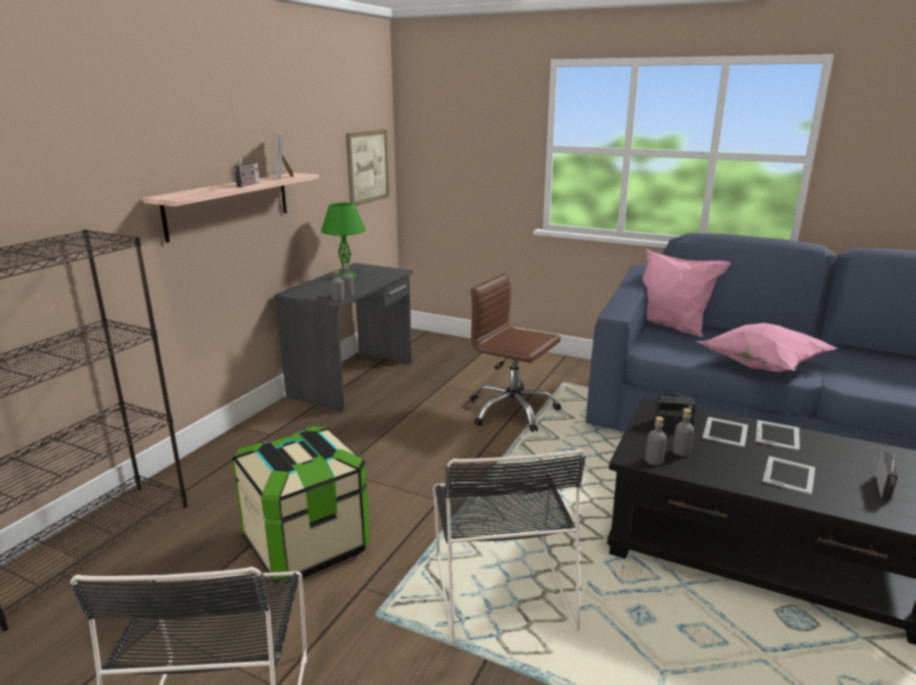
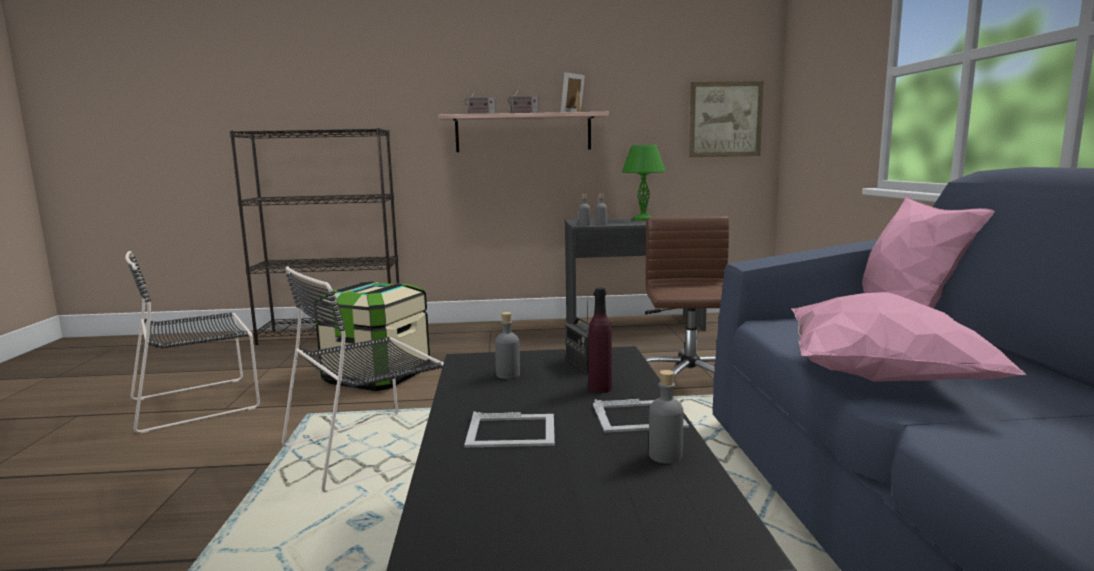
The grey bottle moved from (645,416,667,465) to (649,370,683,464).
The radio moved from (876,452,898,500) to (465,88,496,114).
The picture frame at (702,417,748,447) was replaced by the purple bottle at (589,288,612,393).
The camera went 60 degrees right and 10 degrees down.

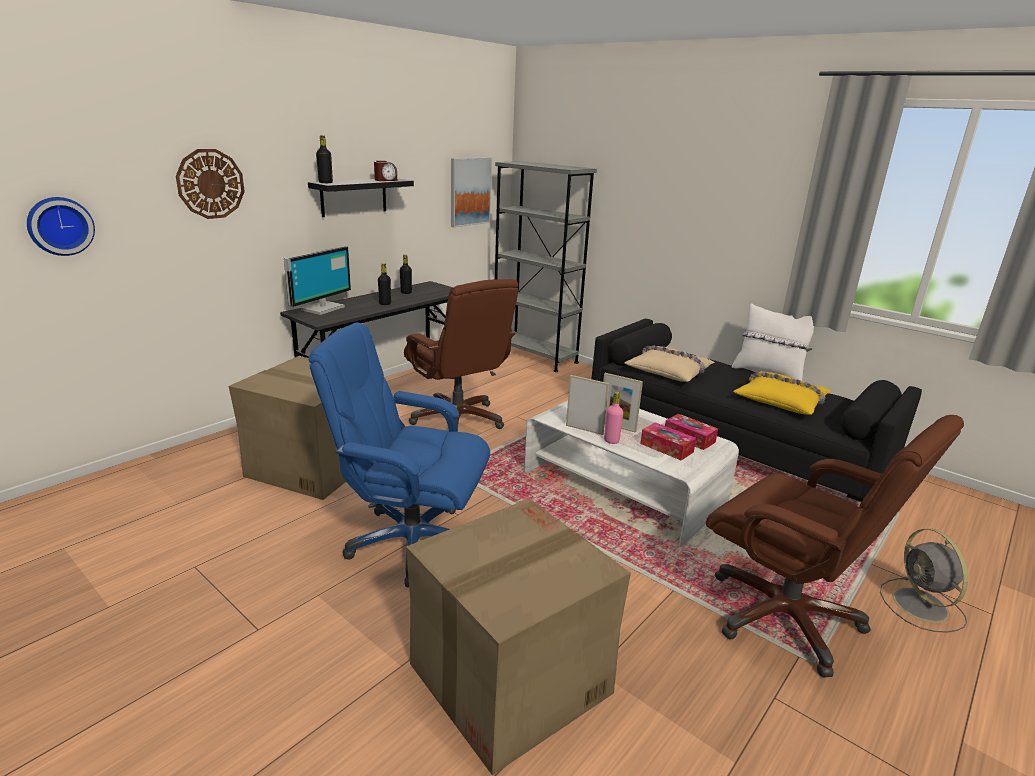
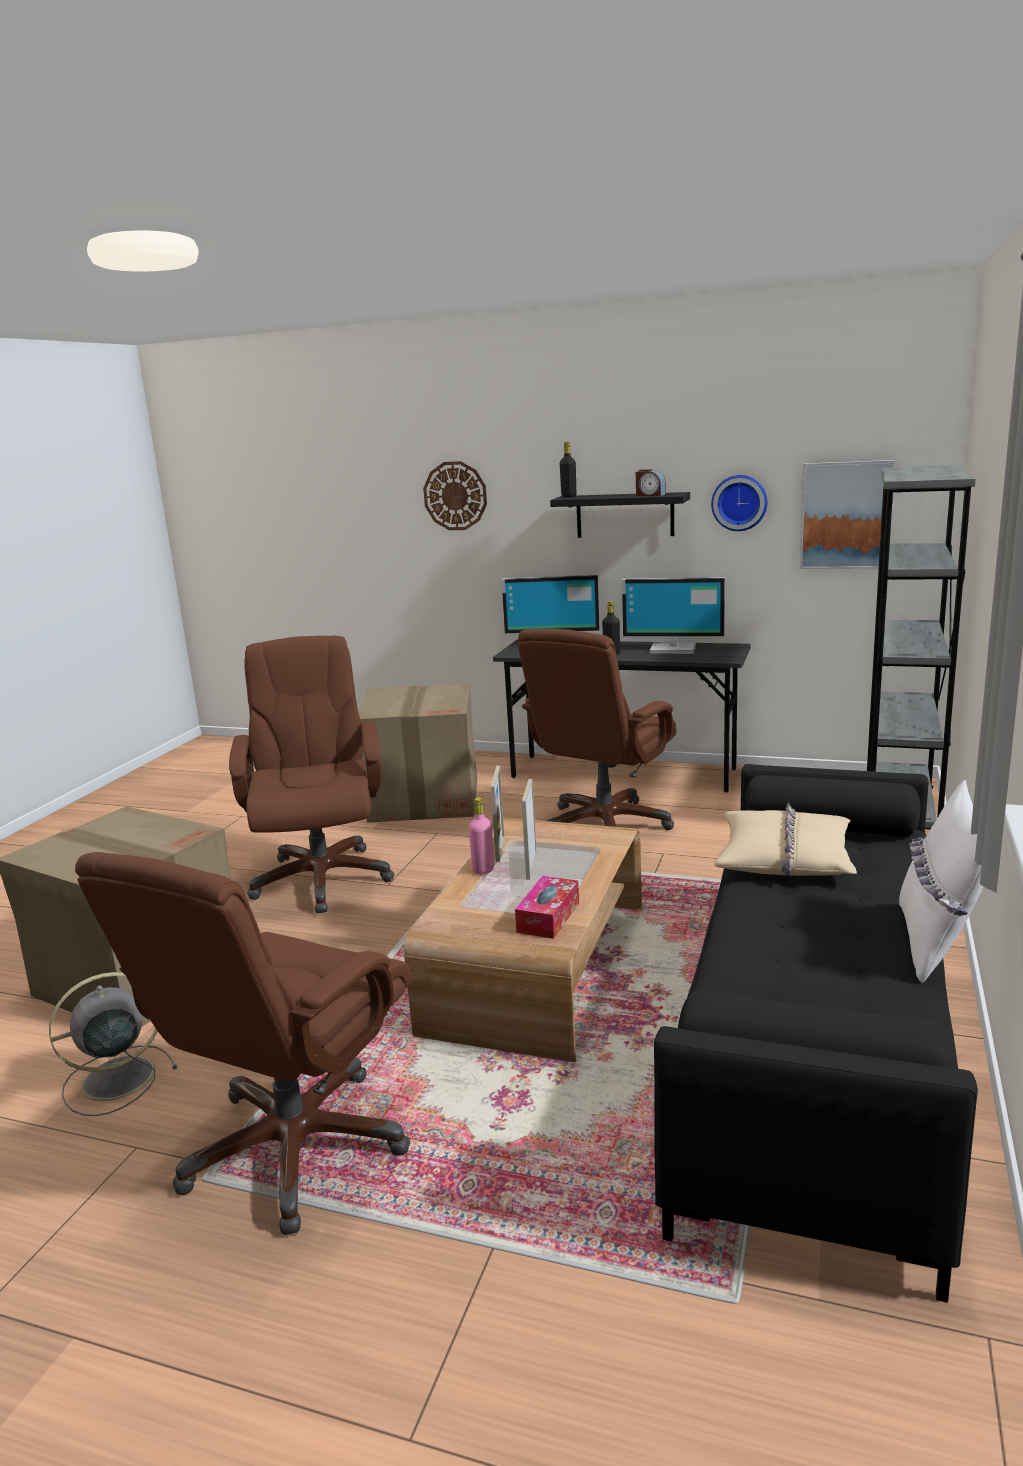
The tissue box at (640,422,696,461) disappeared.
The yellow pillow at (733,371,831,415) disappeared.
The wall clock moved from (27,197,95,256) to (711,475,768,531).
The grey fan moved from (880,529,968,633) to (49,972,177,1116).
The black bottle at (400,255,412,294) was replaced by the monitor at (622,577,725,654).
The blue office chair at (308,322,490,587) became the brown office chair at (229,636,394,913).
The white coffee table at (524,400,739,547) became the brown coffee table at (404,818,642,1062).
The camera went 70 degrees right and 5 degrees down.

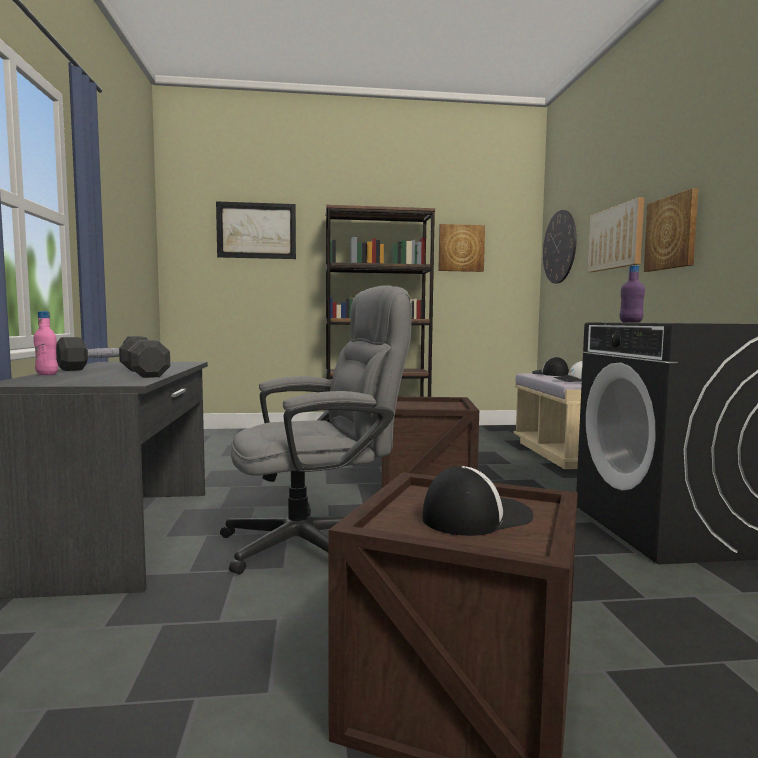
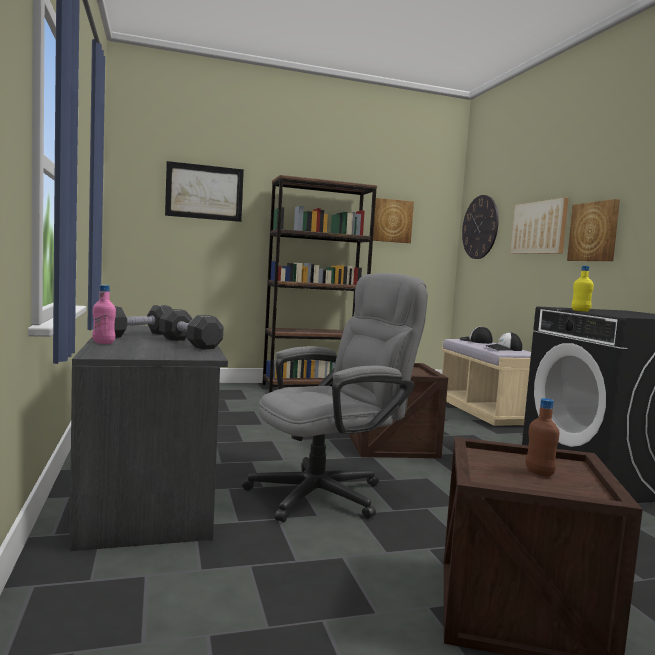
The cap at (422,466,534,536) was replaced by the brown bottle at (526,398,559,477).
The purple bottle at (619,265,645,322) became the yellow bottle at (571,266,594,312).
The camera went 10 degrees left and 0 degrees up.

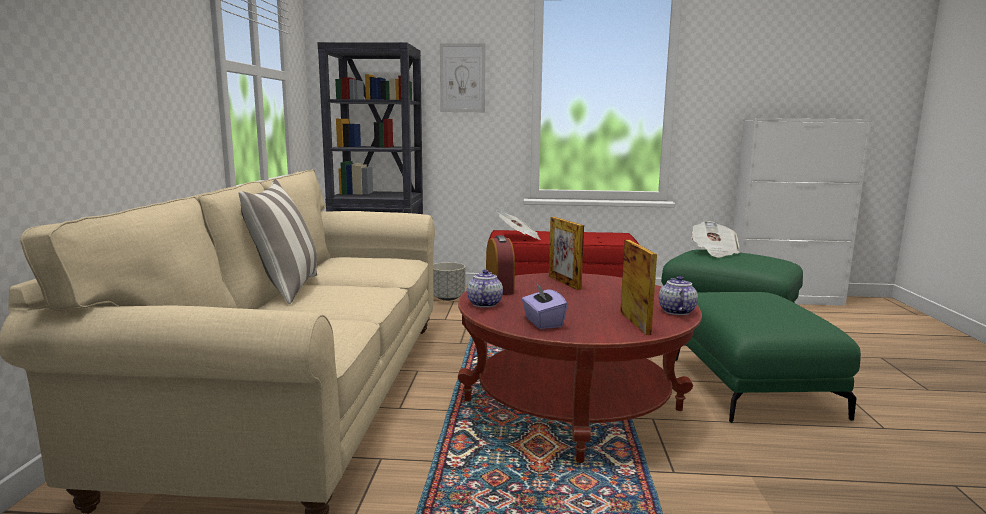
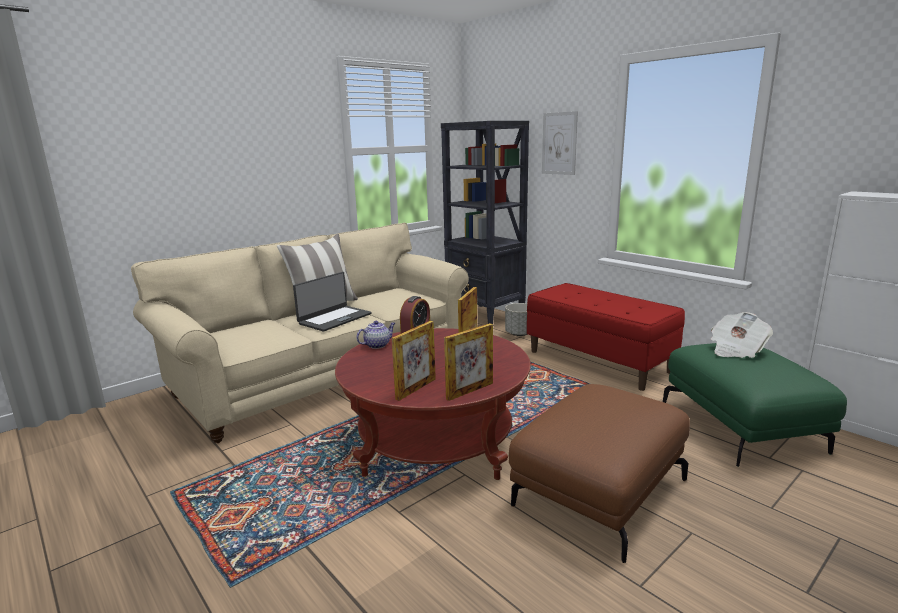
The newspaper at (496,210,541,240) disappeared.
The purple tissue box at (522,283,567,329) disappeared.
The laptop at (293,272,372,332) appeared.
The teapot at (659,276,698,315) was replaced by the picture frame at (444,323,493,401).
The green ottoman at (675,292,861,423) became the brown ottoman at (509,384,690,563).
The camera went 45 degrees right and 5 degrees up.

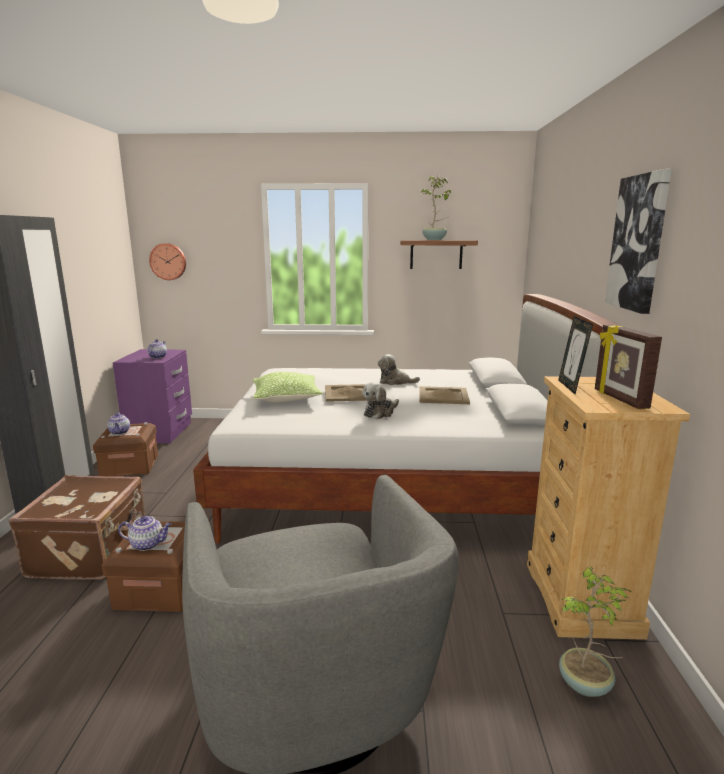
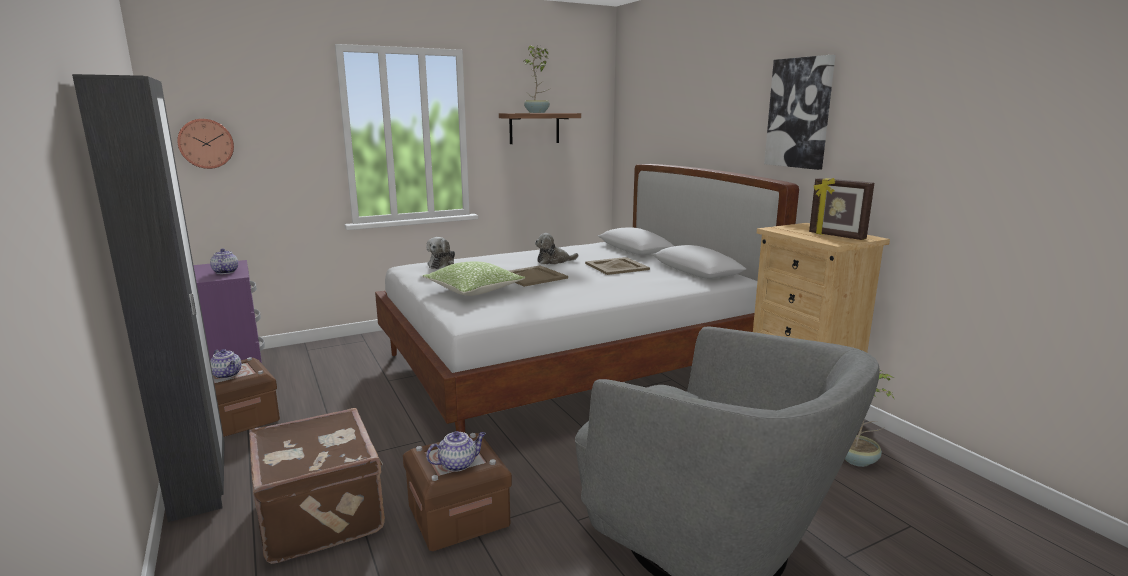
The picture frame at (558,316,593,394) disappeared.
The plush toy moved from (362,382,399,419) to (427,237,455,269).
The camera went 30 degrees left and 0 degrees up.

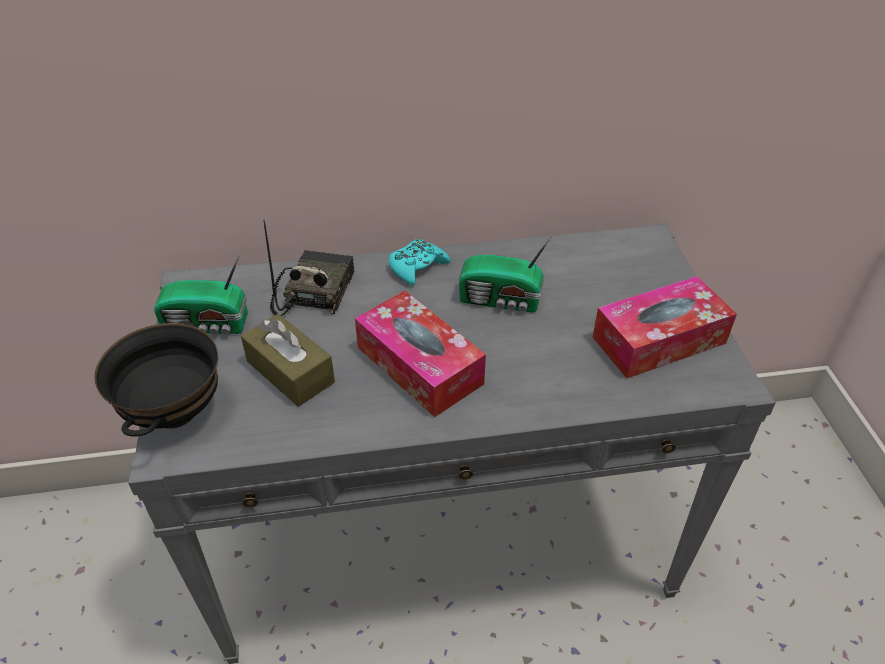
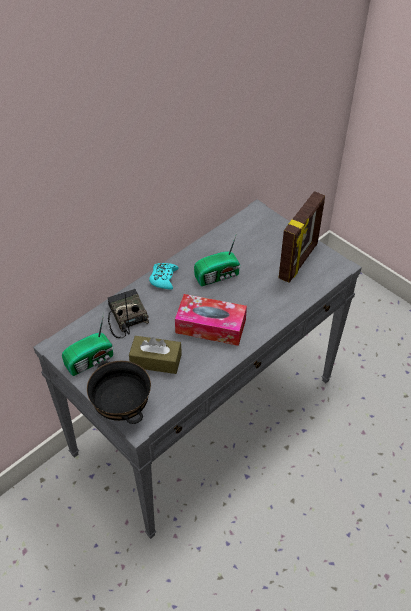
The tissue box at (593,276,737,378) was replaced by the picture frame at (279,191,325,283).
The camera went 35 degrees left and 5 degrees up.

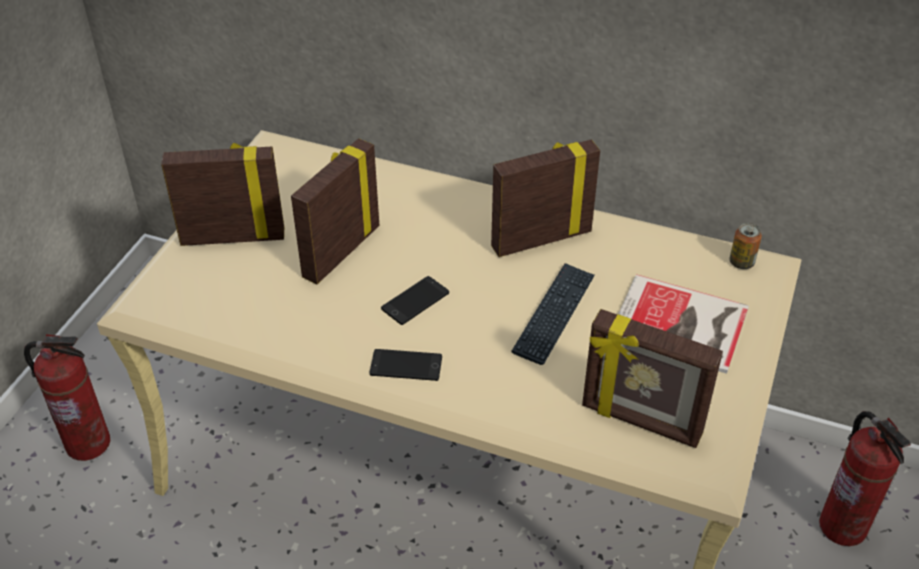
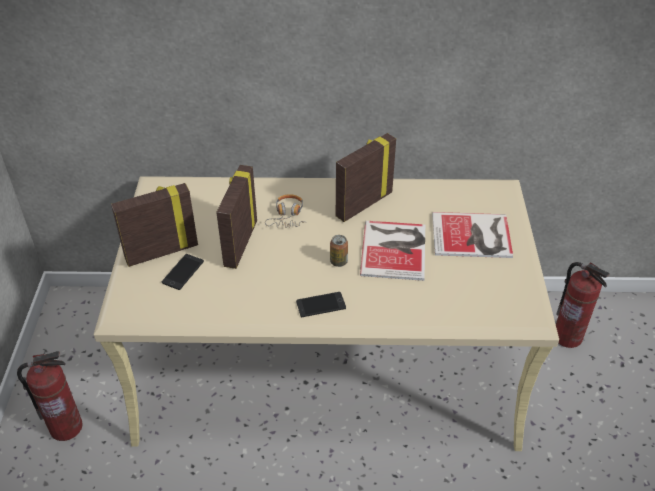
The picture frame at (582,309,723,448) disappeared.
The headphones at (265,194,304,228) appeared.
The phone moved from (381,276,449,325) to (162,254,204,290).
The can moved from (730,223,762,269) to (330,235,348,267).
The keyboard at (511,263,595,365) was replaced by the book at (360,221,425,281).
The camera went 20 degrees left and 0 degrees up.

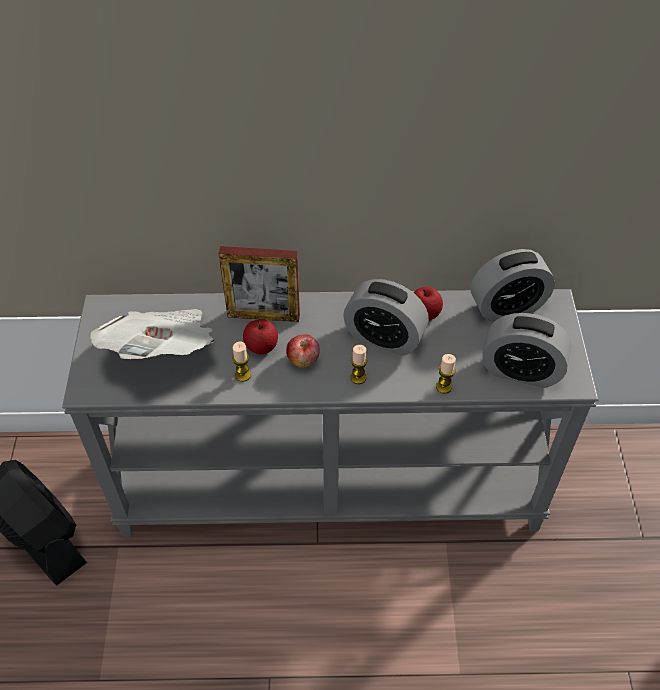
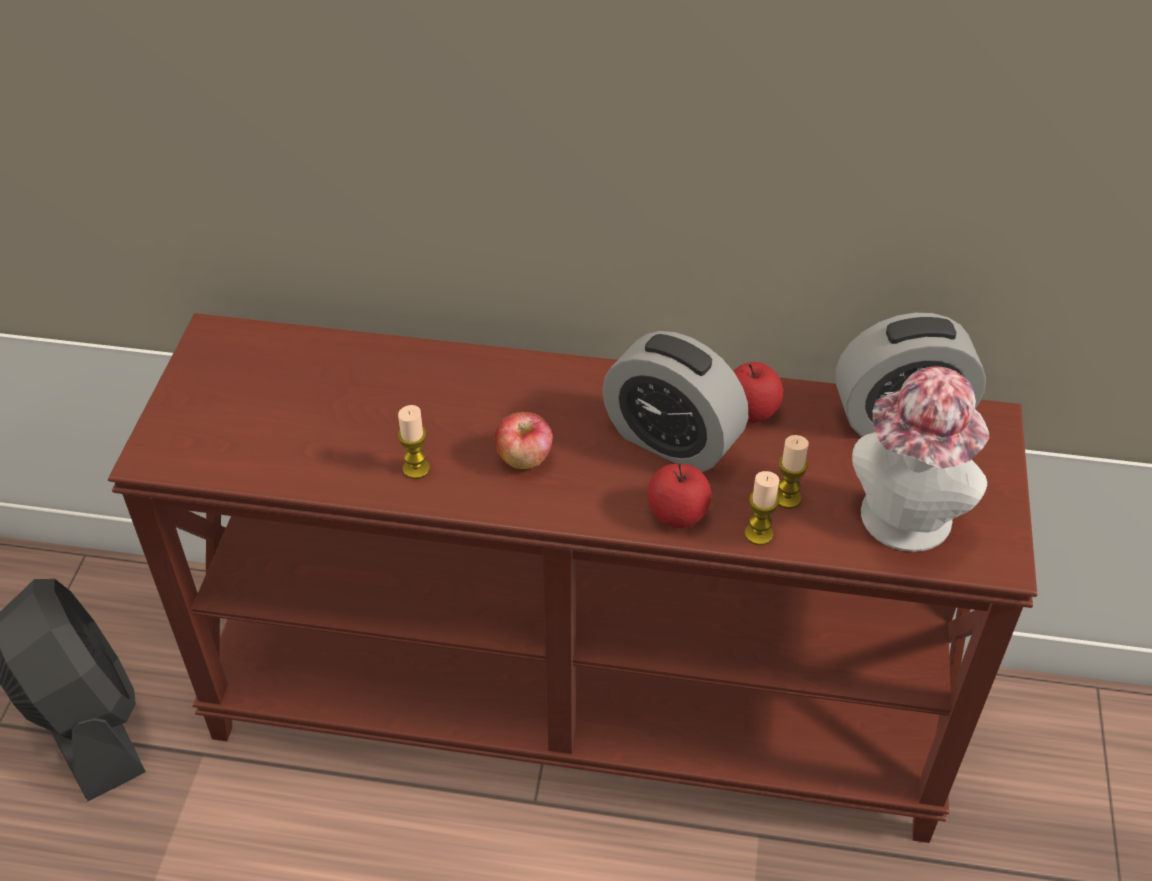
The newspaper at (90,309,214,359) disappeared.
The picture frame at (219,246,300,322) disappeared.
The apple moved from (243,319,278,355) to (647,464,711,528).
The candle moved from (351,345,367,384) to (777,435,809,509).
The alarm clock at (482,313,571,388) was replaced by the hat at (852,366,989,552).
The grey console table at (62,289,599,537) became the brown console table at (108,313,1037,843).
The camera went 10 degrees right and 5 degrees down.

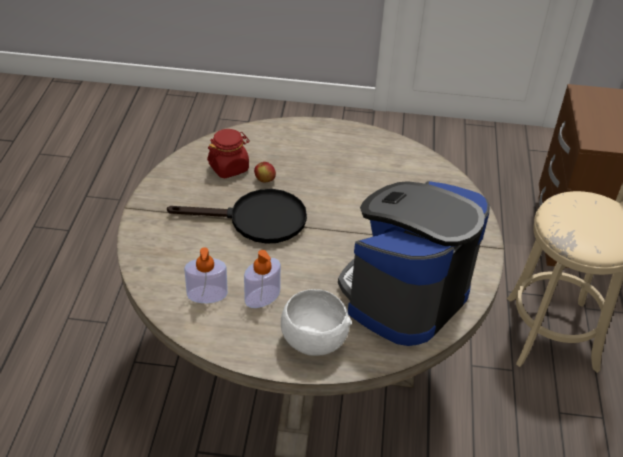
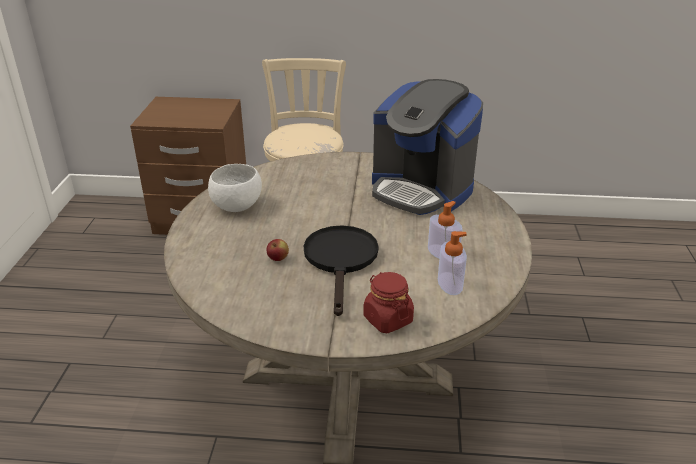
The red jar moved from (207,129,250,178) to (363,272,414,333).
The white bowl moved from (281,289,352,356) to (208,164,262,212).
The camera went 90 degrees left and 10 degrees down.

